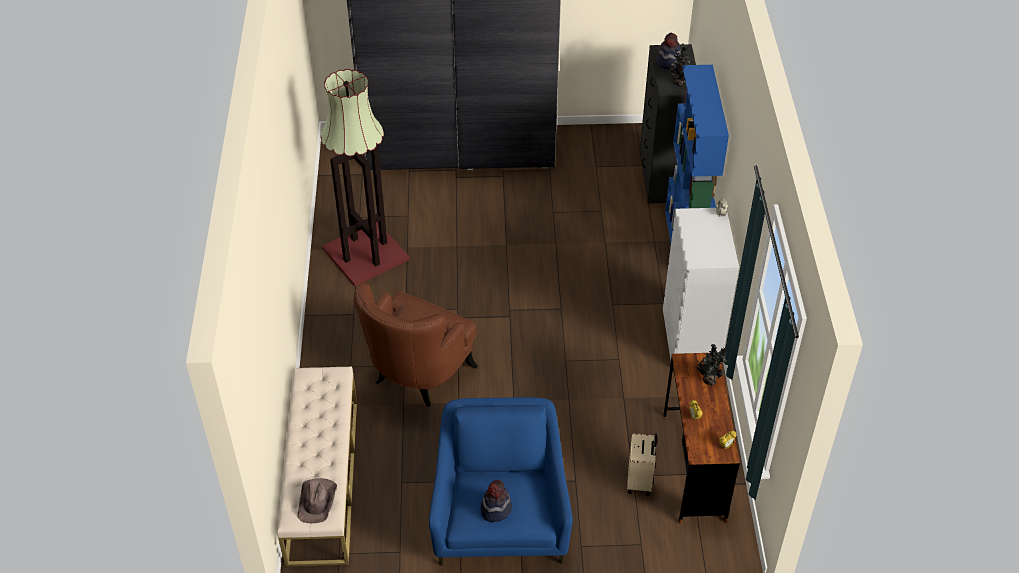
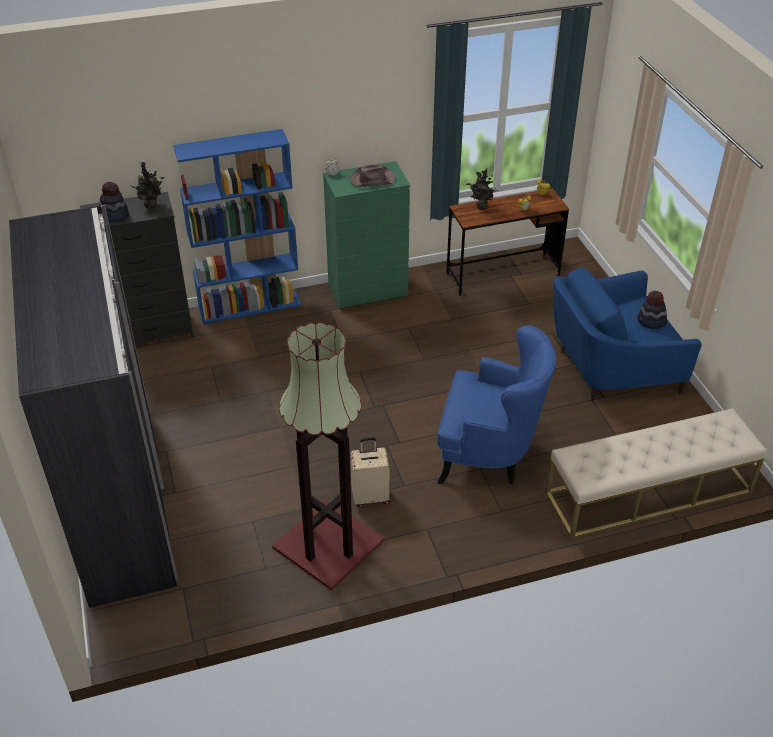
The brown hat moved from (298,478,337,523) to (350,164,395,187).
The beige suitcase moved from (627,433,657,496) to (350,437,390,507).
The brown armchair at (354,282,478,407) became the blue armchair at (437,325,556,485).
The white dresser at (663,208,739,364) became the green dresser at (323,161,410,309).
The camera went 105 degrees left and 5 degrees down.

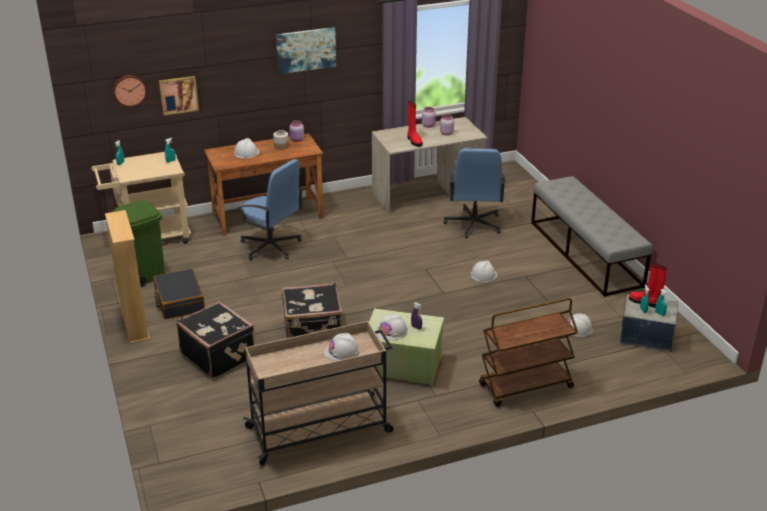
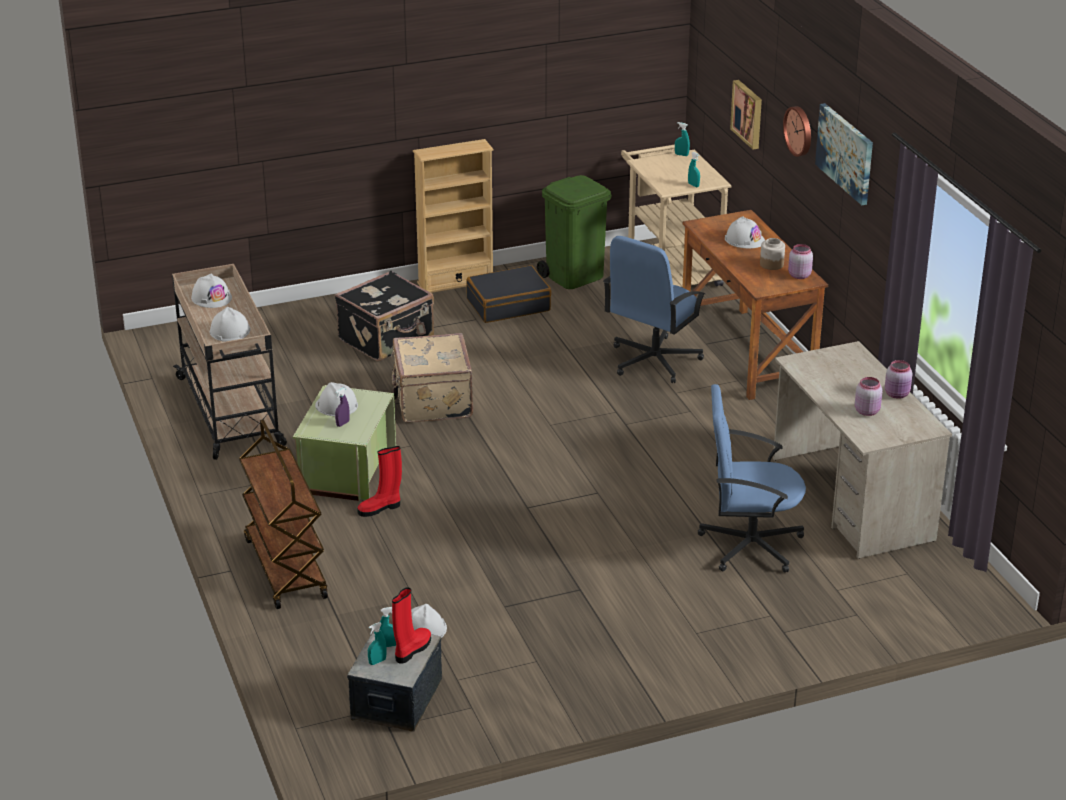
The grey bench at (531,176,653,297) disappeared.
The wall clock moved from (113,75,147,107) to (783,106,811,157).
The red boot moved from (407,101,423,147) to (357,446,402,517).
The white hard hat moved from (471,261,498,282) to (191,273,232,308).
The black suitcase at (282,283,343,338) became the beige suitcase at (391,333,473,423).
The camera went 90 degrees right and 0 degrees up.

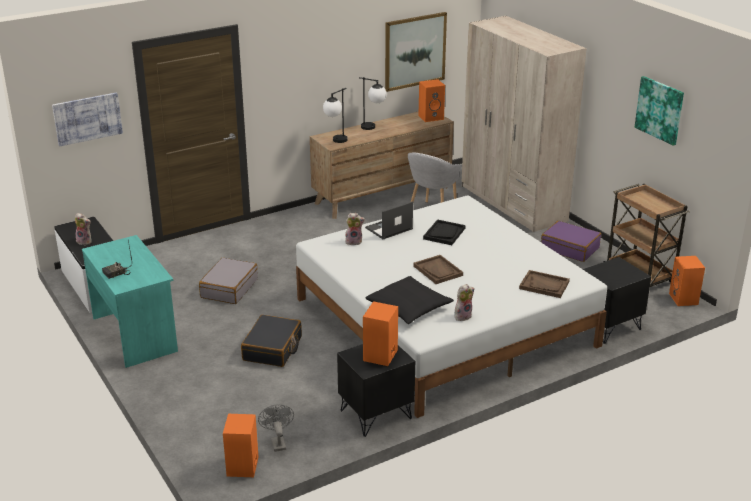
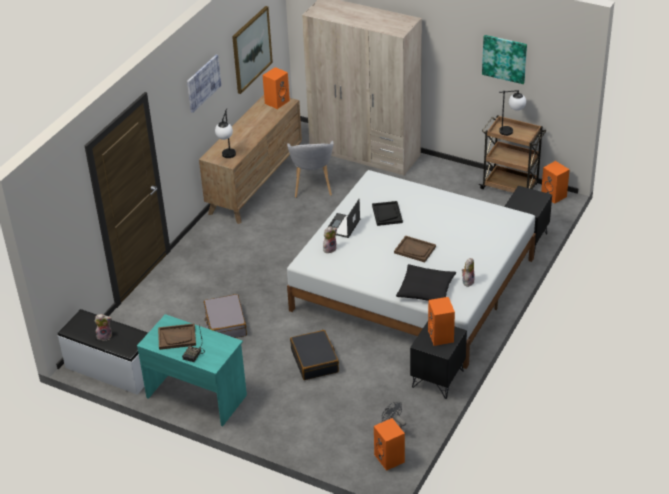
The purple suitcase at (541,221,601,262) disappeared.
The picture moved from (52,92,123,146) to (187,54,221,113).
The table lamp moved from (359,77,387,130) to (499,90,526,136).
The brown tray moved from (519,270,570,298) to (158,323,196,350).
The camera went 30 degrees left and 10 degrees up.

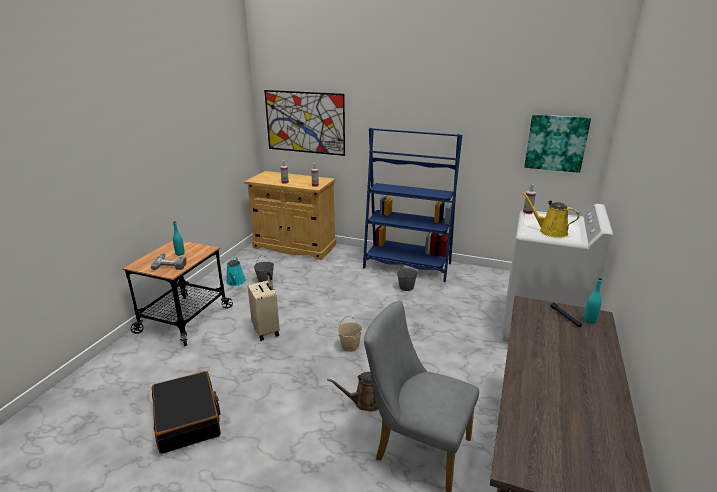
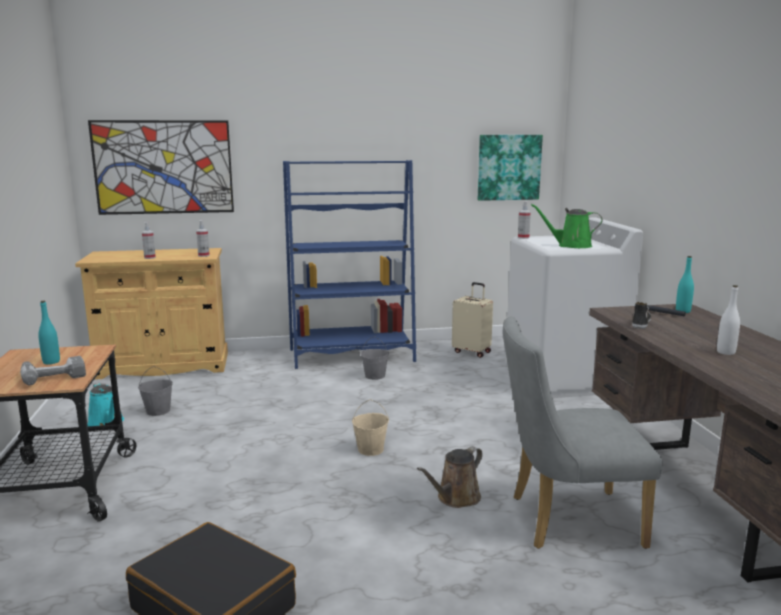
The shoe at (632,302,651,329) appeared.
The white bottle at (717,285,740,355) appeared.
The beige suitcase moved from (248,272,280,341) to (452,282,493,358).
The yellow watering can at (522,192,580,238) became the green watering can at (531,204,603,248).
The camera went 30 degrees left and 10 degrees down.

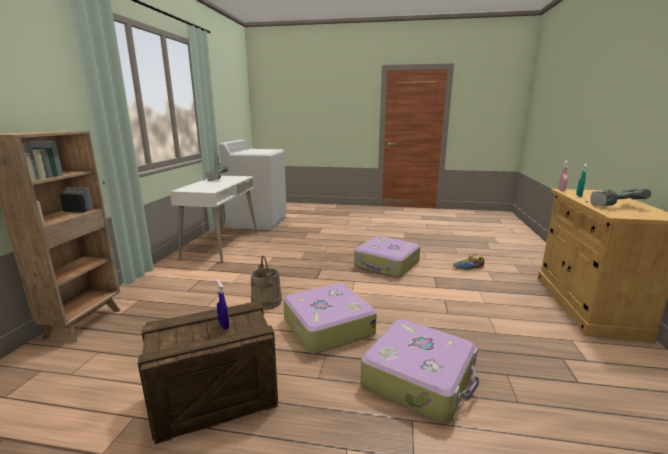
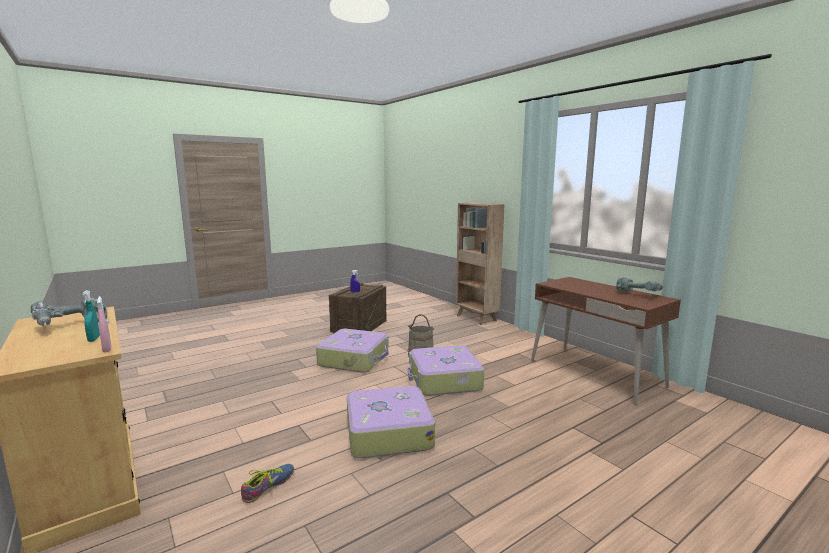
The white washing machine at (219,140,287,230) disappeared.
The suitcase moved from (361,320,479,423) to (408,345,484,396).
The white desk at (170,175,257,262) became the brown desk at (531,277,681,405).
The camera went 135 degrees right and 5 degrees down.

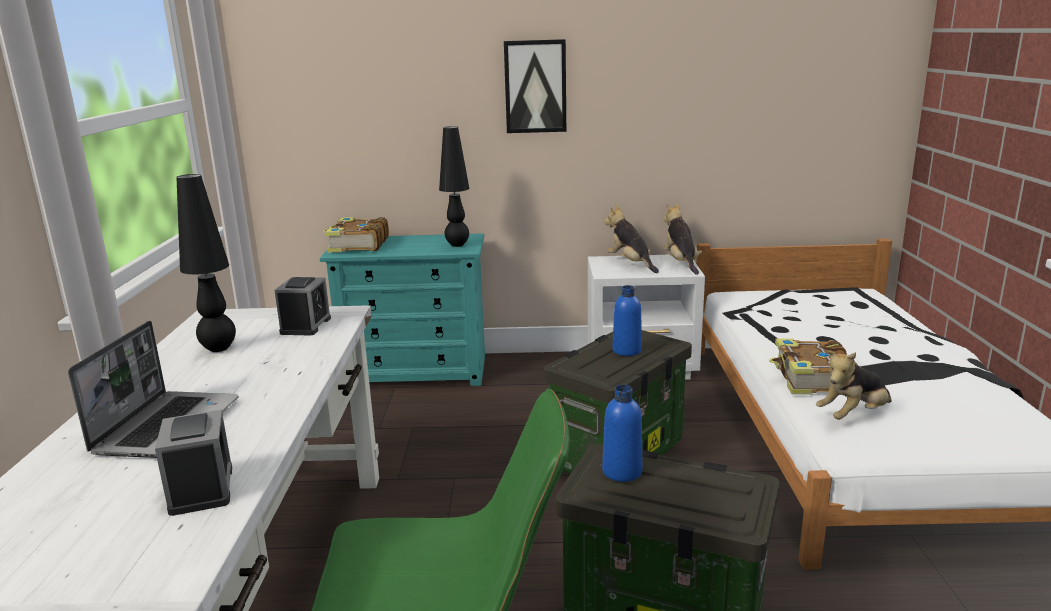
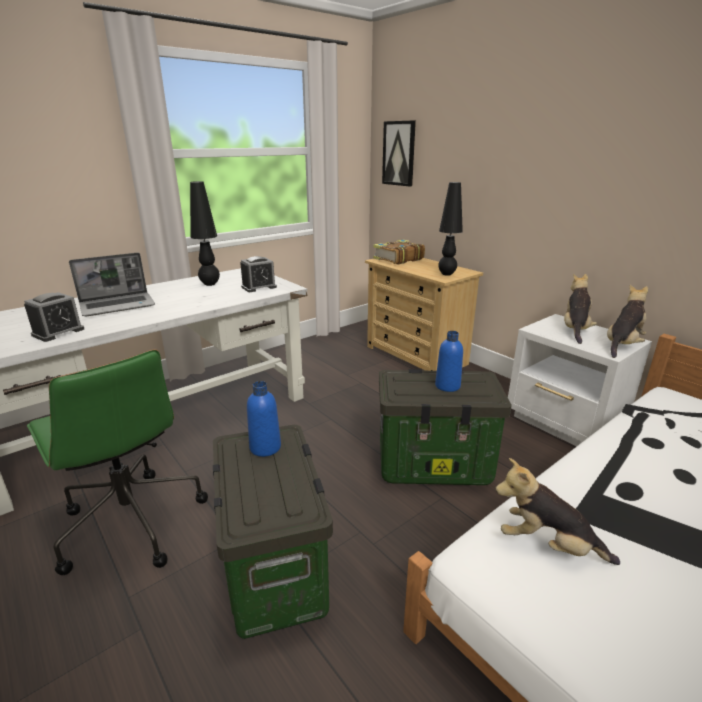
The book at (769,339,858,395) disappeared.
The picture moved from (504,39,566,133) to (382,120,416,187).
The turquoise dresser at (320,233,485,386) became the beige dresser at (365,258,483,371).
The camera went 50 degrees right and 5 degrees up.

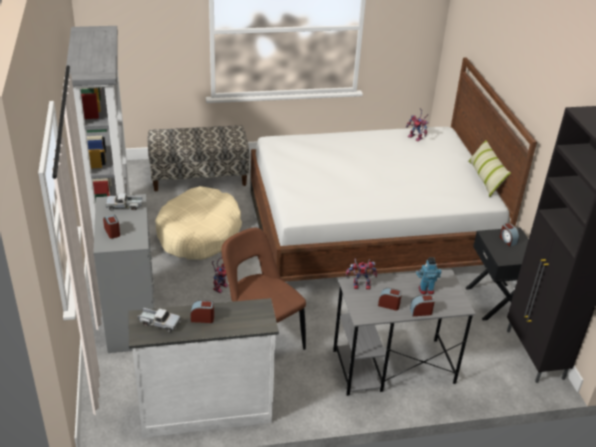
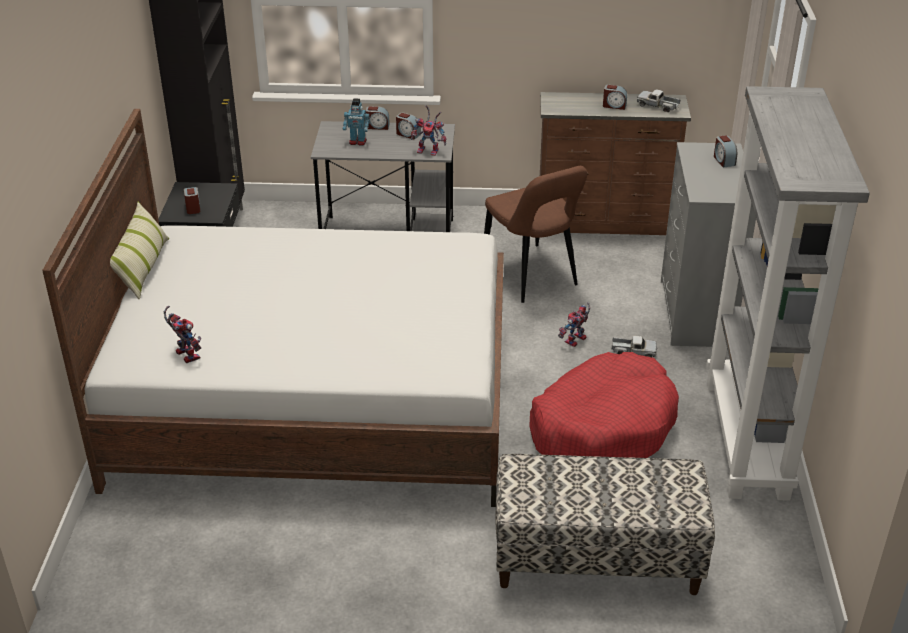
The toy truck moved from (106,193,143,211) to (611,336,657,357).
The white dresser at (128,298,279,438) became the brown dresser at (540,92,691,235).
The beige dog bed at (155,186,242,260) became the red dog bed at (529,352,679,458).
The camera went 165 degrees left and 0 degrees up.

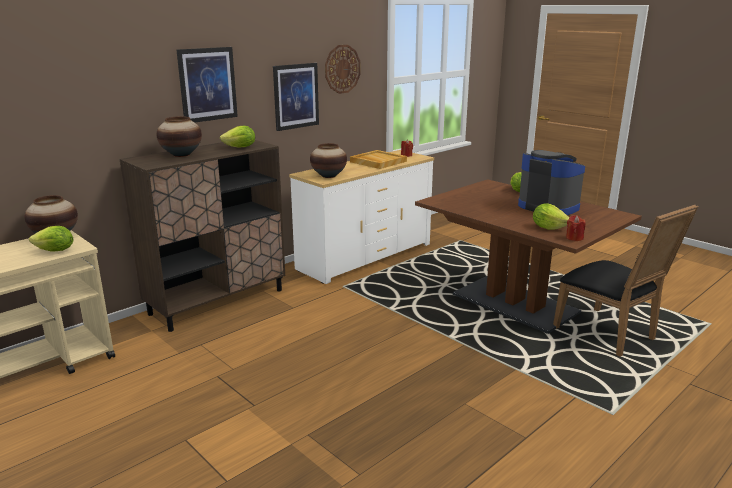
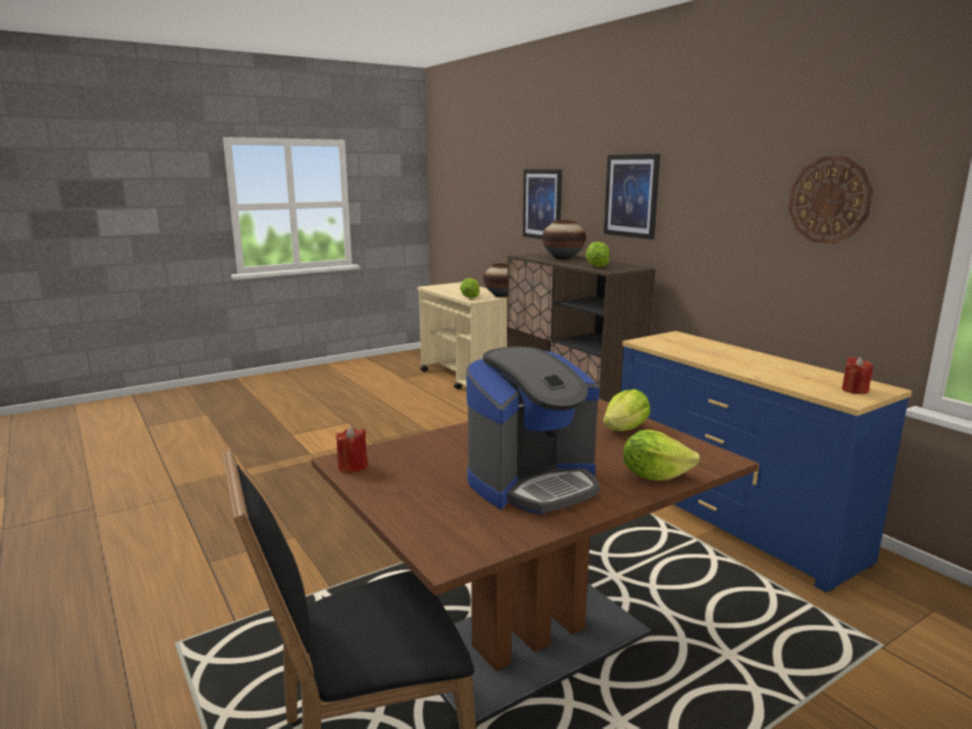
The vase at (310,143,347,178) disappeared.
The beige tray at (350,150,407,169) disappeared.
The picture moved from (273,63,319,131) to (523,169,562,239).
The lettuce moved from (533,203,570,230) to (603,389,651,431).
The white dresser at (289,150,434,284) became the blue dresser at (621,331,912,593).
The camera went 100 degrees right and 5 degrees down.

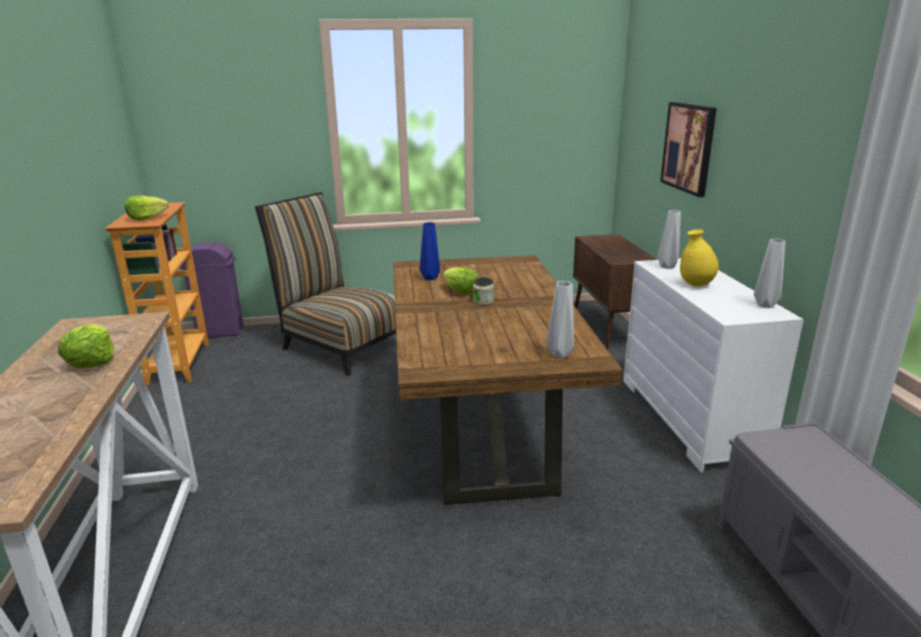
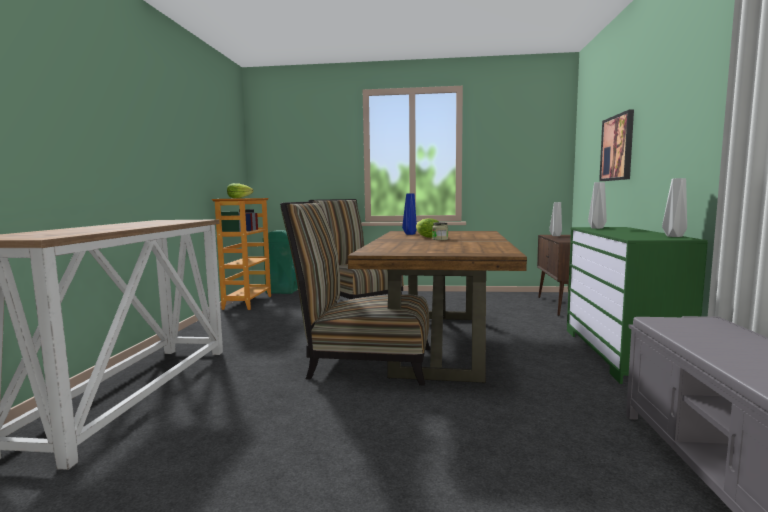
The lettuce at (58,324,115,368) disappeared.
The yellow vase at (680,230,719,286) disappeared.
The chair at (280,201,430,386) appeared.
The grey vase moved from (546,281,574,358) to (549,202,562,236).
The purple trash can at (180,242,243,338) became the green trash can at (263,230,298,294).
The white dresser at (623,258,804,472) became the green dresser at (567,227,708,384).
The camera went 15 degrees right and 15 degrees down.

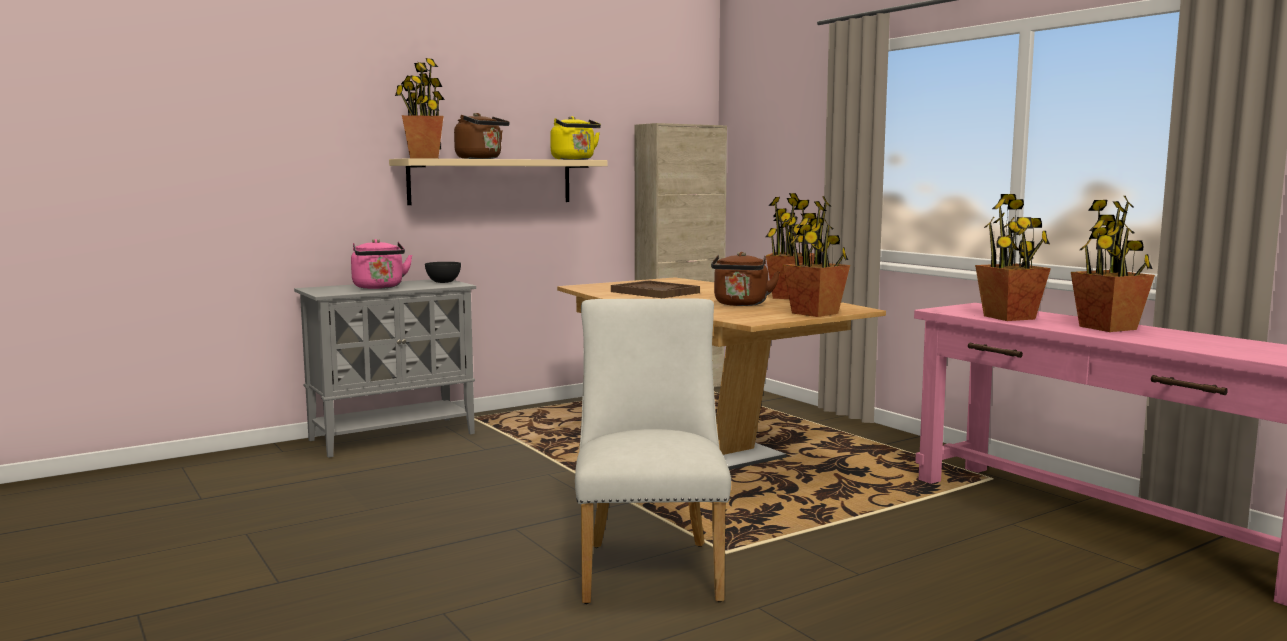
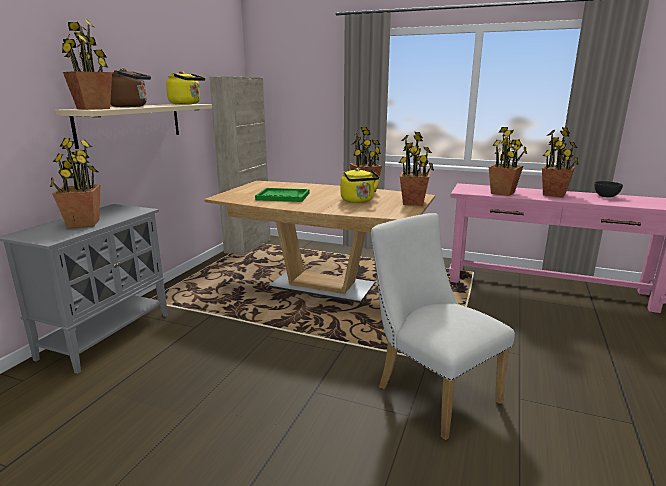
The grey bowl moved from (425,262,461,283) to (594,181,623,198).
The pink kettle at (351,239,413,289) was replaced by the potted plant at (50,138,100,228).
The brown tray at (611,280,700,298) became the green tray at (255,188,309,202).
The brown kettle at (711,252,780,306) became the yellow kettle at (341,168,380,203).
The camera went 35 degrees left and 10 degrees up.

